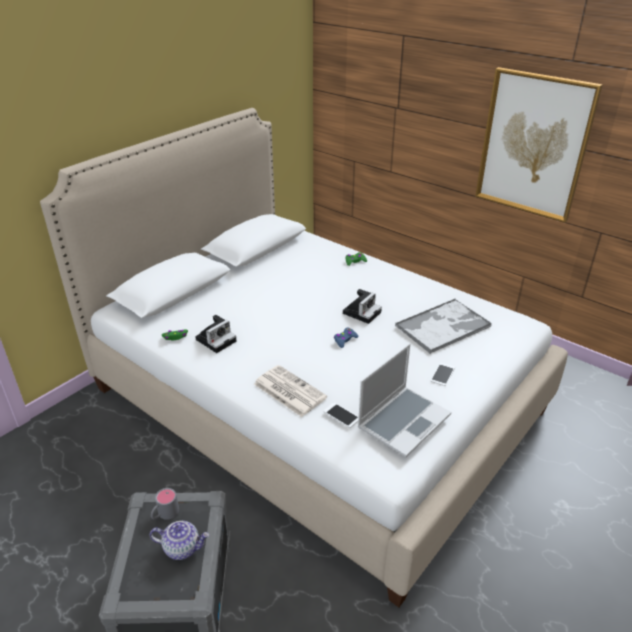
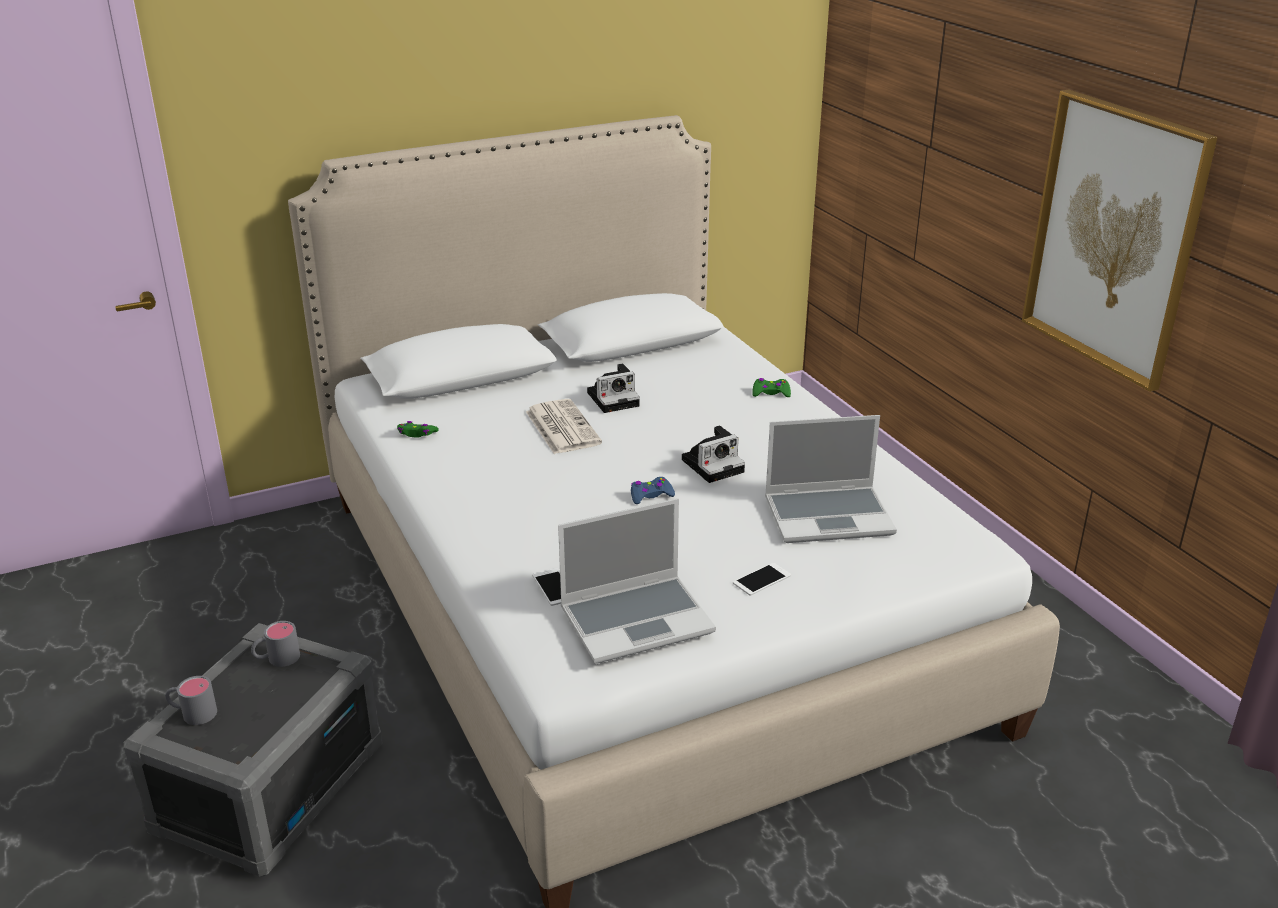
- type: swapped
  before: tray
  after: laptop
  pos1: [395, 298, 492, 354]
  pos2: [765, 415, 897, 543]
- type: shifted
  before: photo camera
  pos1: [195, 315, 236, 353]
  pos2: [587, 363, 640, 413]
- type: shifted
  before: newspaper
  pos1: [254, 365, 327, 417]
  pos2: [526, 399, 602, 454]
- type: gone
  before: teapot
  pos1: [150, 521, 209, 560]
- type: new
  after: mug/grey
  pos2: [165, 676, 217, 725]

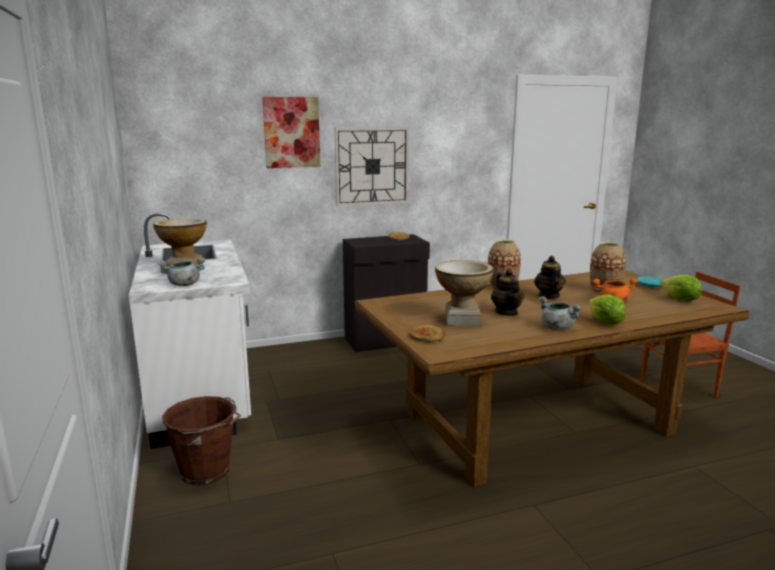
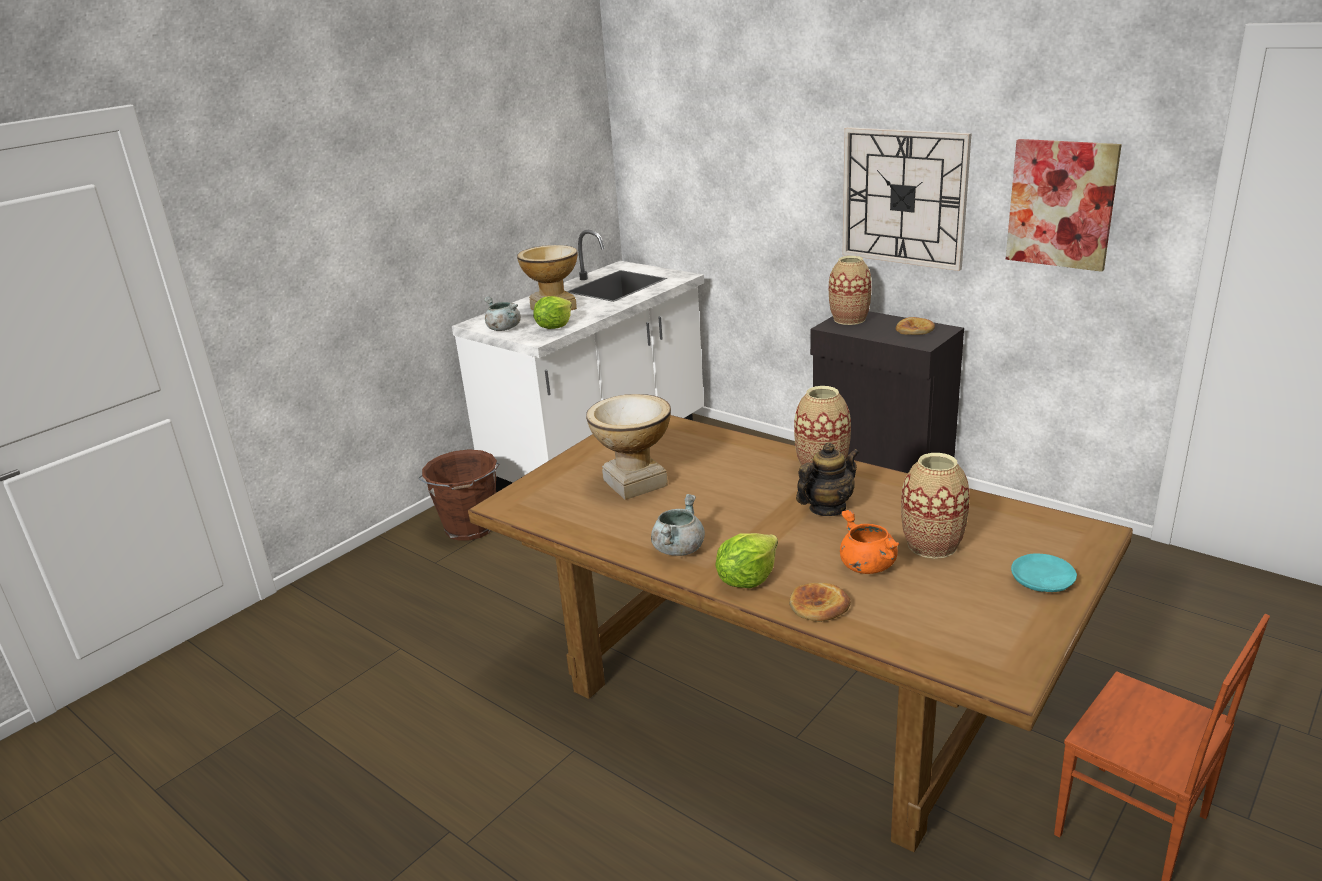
- type: shifted
  before: picture
  pos1: [262, 97, 320, 168]
  pos2: [1006, 139, 1122, 272]
- type: gone
  before: teapot
  pos1: [491, 269, 524, 316]
- type: shifted
  before: lettuce
  pos1: [660, 274, 702, 301]
  pos2: [533, 296, 572, 329]
- type: shifted
  before: bread
  pos1: [409, 325, 446, 342]
  pos2: [789, 583, 851, 622]
- type: new
  after: vase
  pos2: [829, 256, 872, 325]

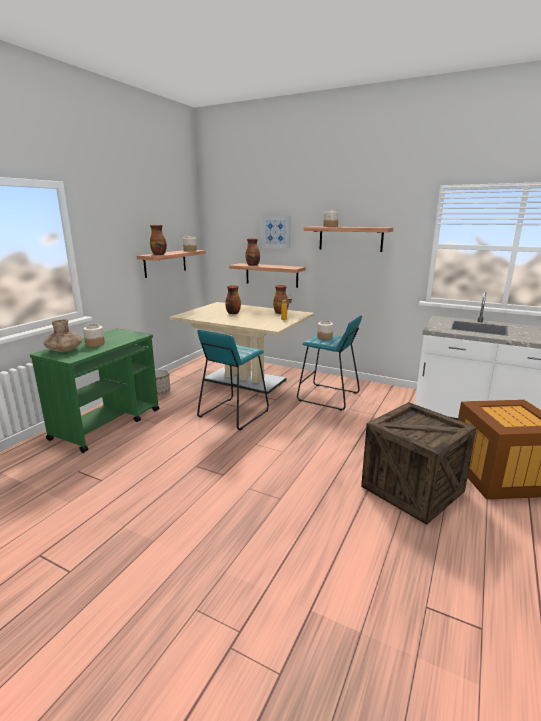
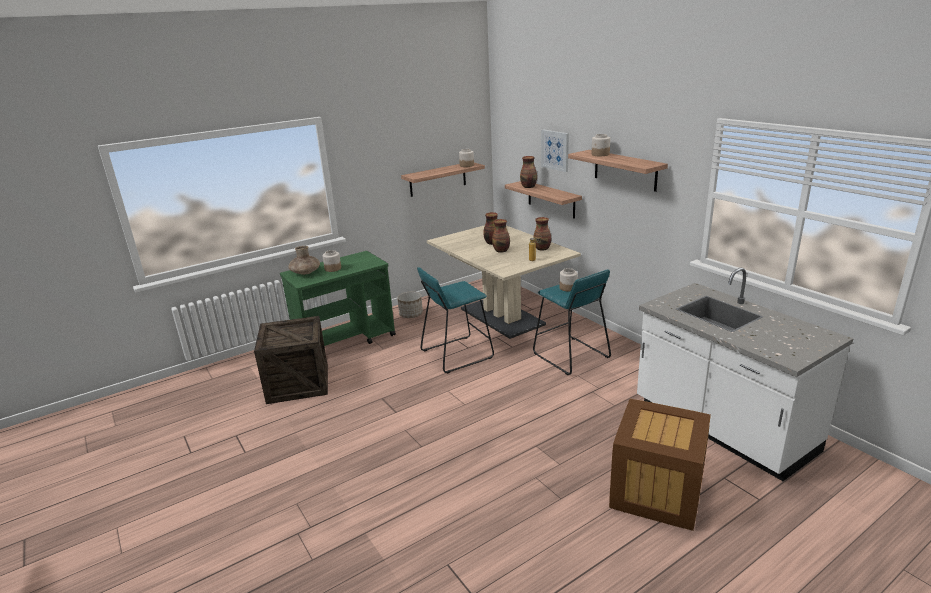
- type: shifted
  before: vase
  pos1: [150, 225, 167, 255]
  pos2: [492, 219, 510, 253]
- type: shifted
  before: crate
  pos1: [361, 402, 477, 525]
  pos2: [254, 316, 328, 404]

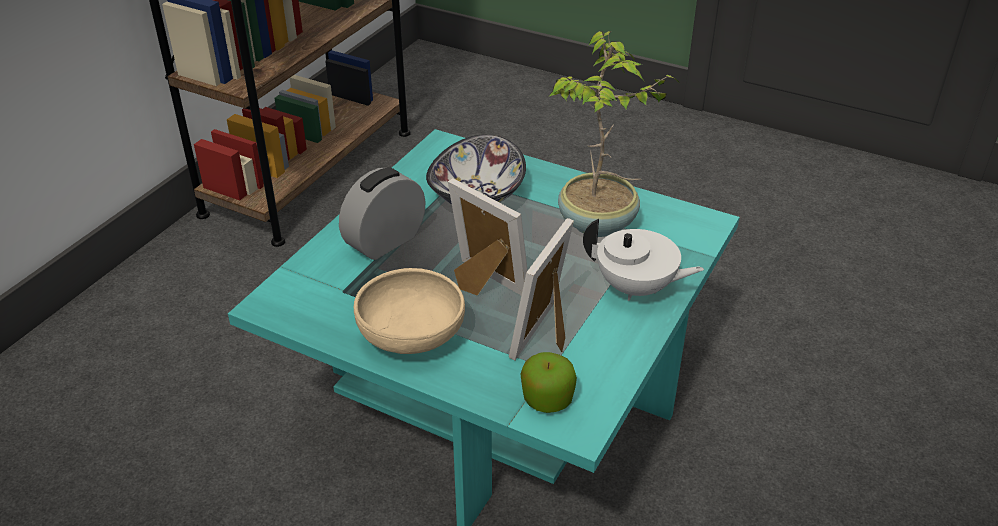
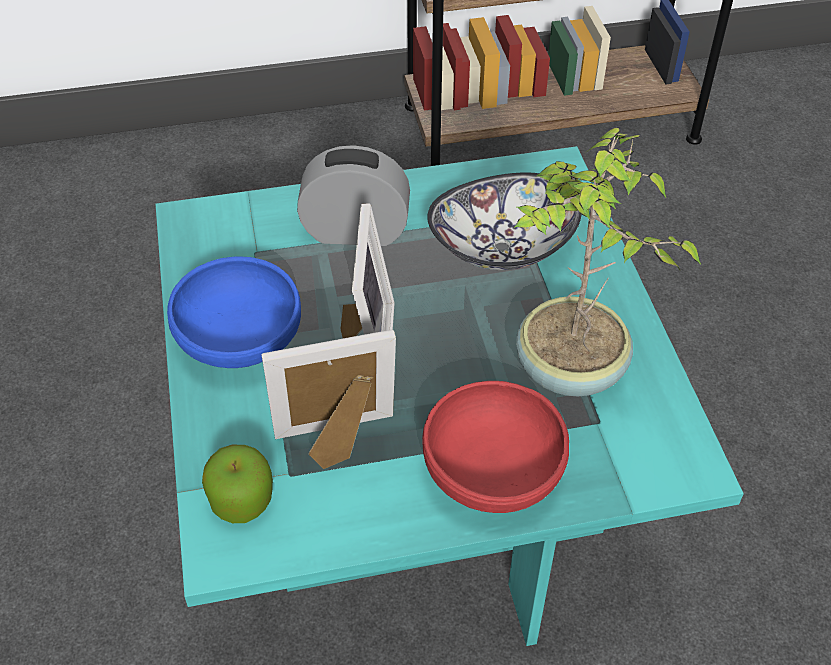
- type: swapped
  before: teapot/white
  after: bowl/red
  pos1: [583, 219, 704, 301]
  pos2: [422, 381, 569, 513]
- type: repainted
  before: bowl/beige
  after: bowl/blue
  pos1: [354, 268, 465, 354]
  pos2: [167, 256, 301, 368]

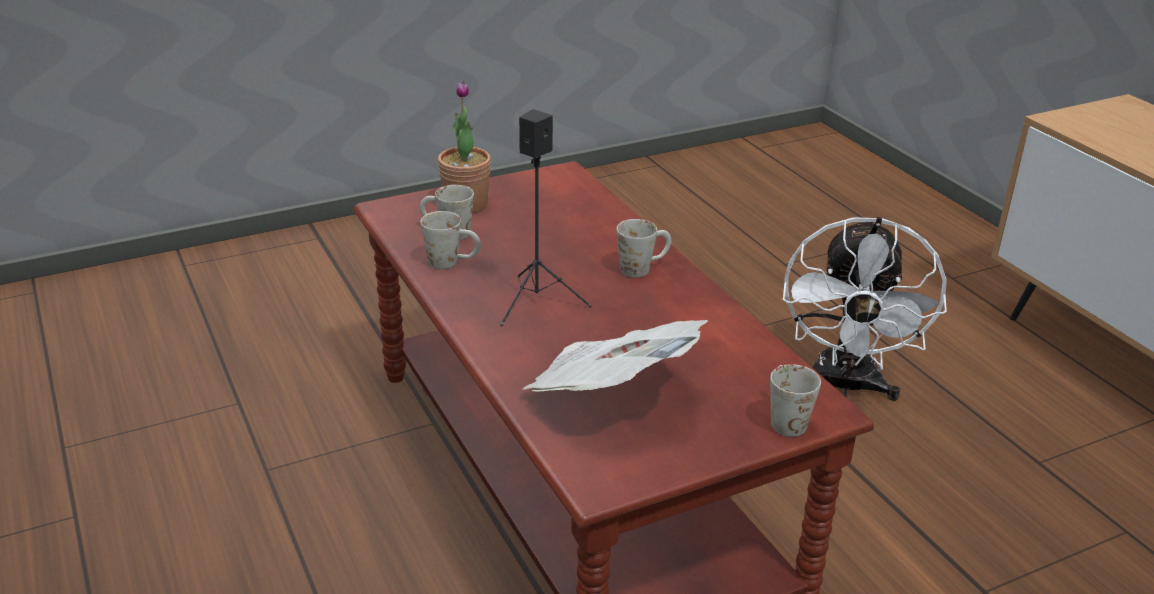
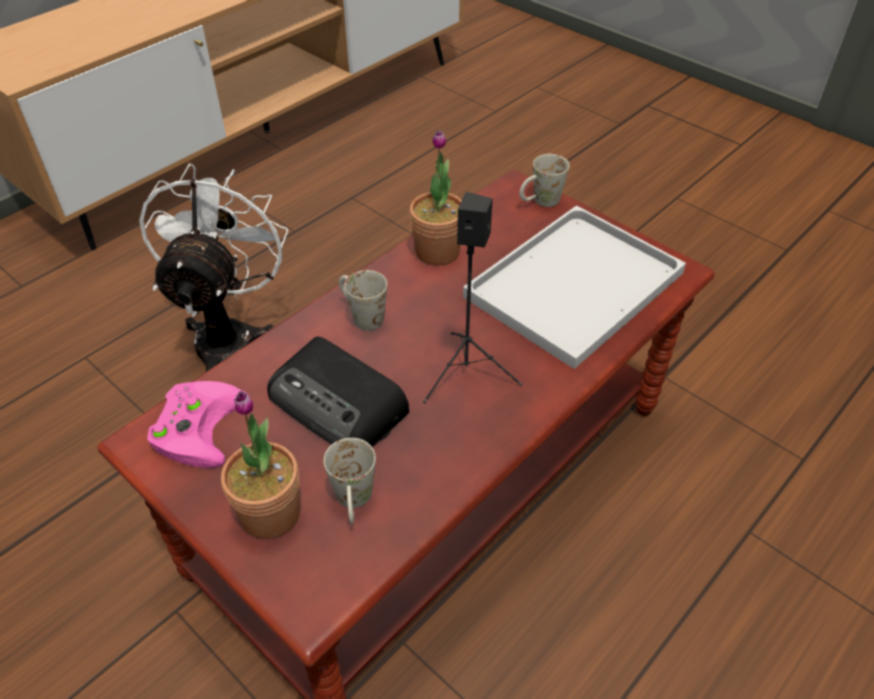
- type: gone
  before: mug/white
  pos1: [420, 211, 481, 269]
- type: rotated
  before: fan/white
  pos1: [783, 217, 947, 401]
  pos2: [139, 164, 288, 372]
  turn: -75
- type: swapped
  before: newspaper
  after: tray/white
  pos1: [523, 320, 708, 392]
  pos2: [463, 205, 686, 369]
- type: new
  after: potted plant
  pos2: [409, 130, 462, 265]
- type: new
  after: radio
  pos2: [267, 337, 409, 447]
- type: new
  after: game controller/pink
  pos2: [147, 381, 250, 468]

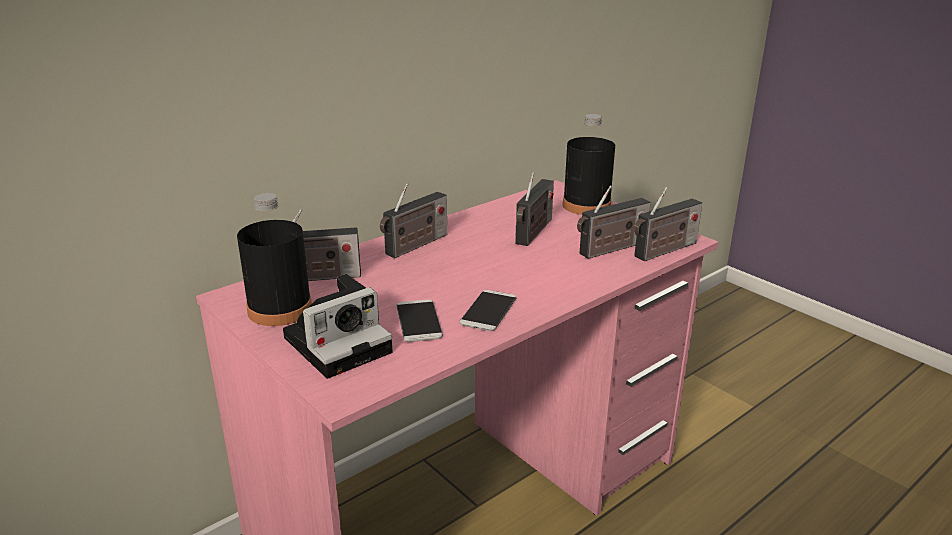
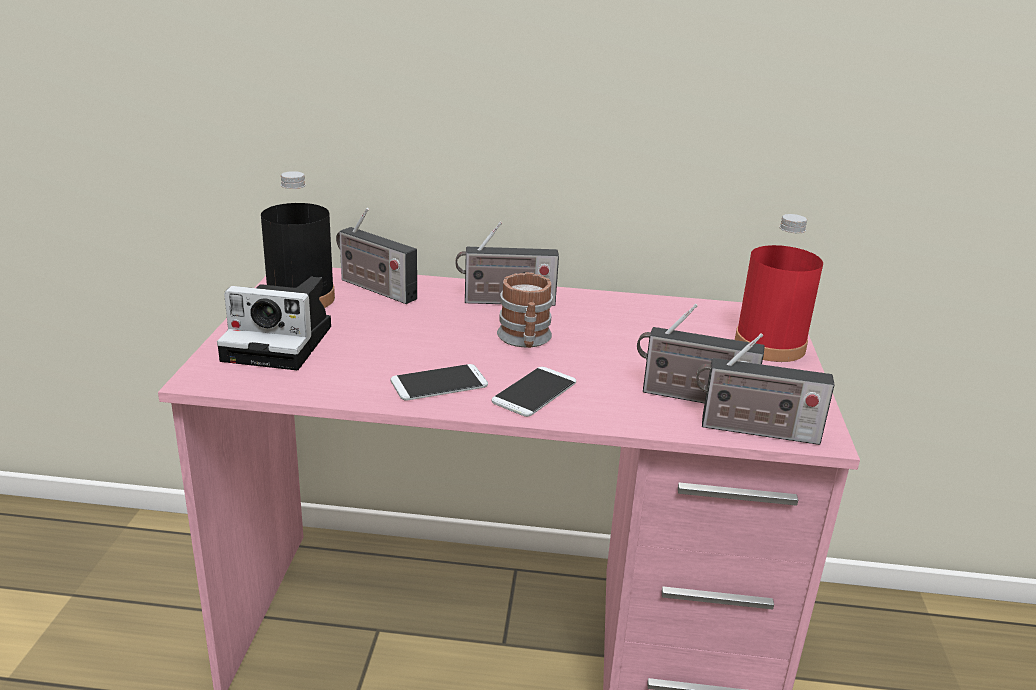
- type: repainted
  before: bottle/black
  after: bottle/red
  pos1: [563, 114, 615, 215]
  pos2: [735, 214, 823, 362]
- type: gone
  before: radio
  pos1: [515, 172, 554, 246]
- type: shifted
  before: phone
  pos1: [397, 299, 443, 342]
  pos2: [492, 367, 576, 417]
- type: new
  after: mug
  pos2: [497, 272, 553, 348]

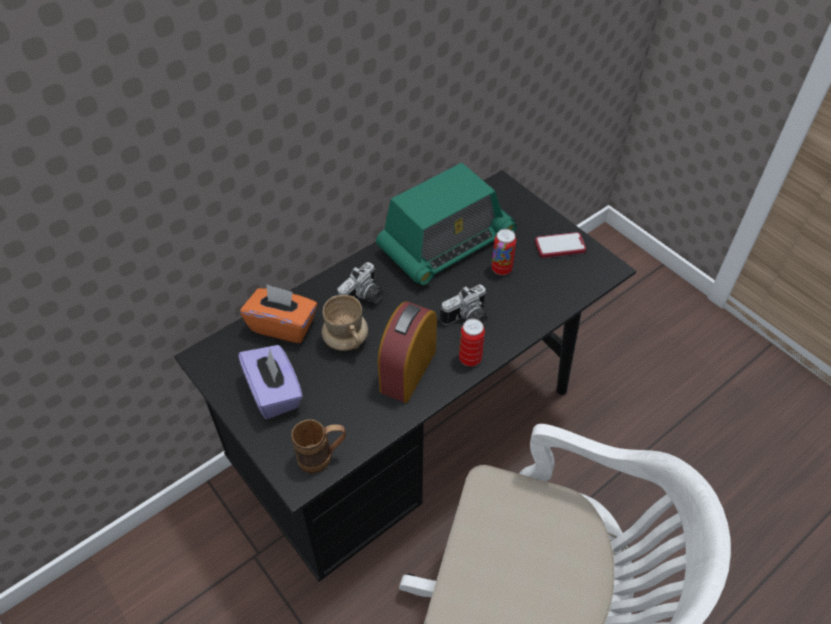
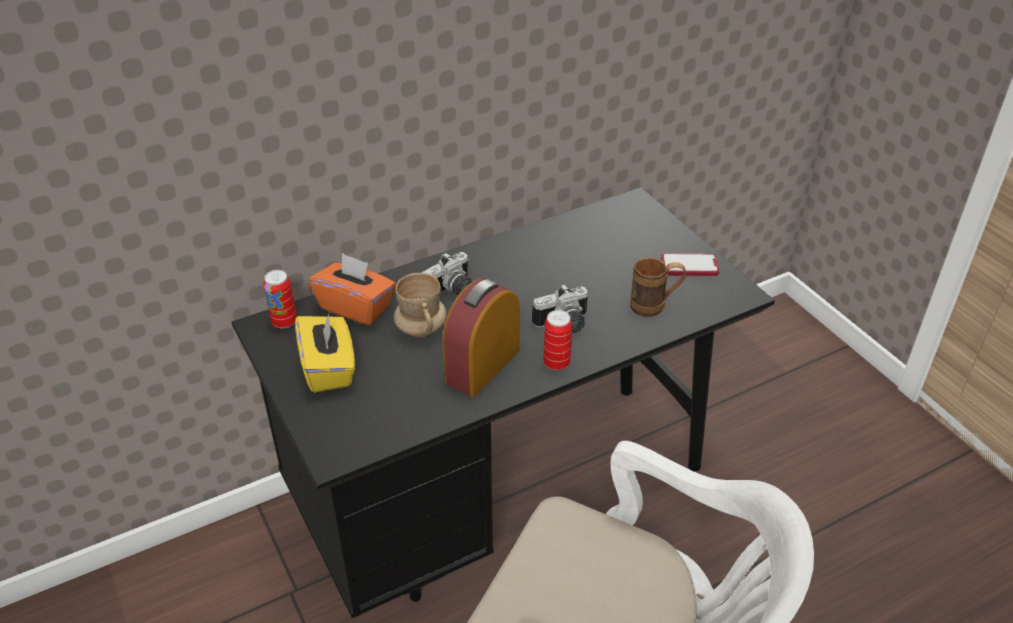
- type: gone
  before: radio
  pos1: [376, 163, 517, 285]
- type: shifted
  before: can
  pos1: [491, 229, 516, 275]
  pos2: [264, 270, 297, 329]
- type: repainted
  before: tissue box/purple
  after: tissue box/yellow
  pos1: [238, 345, 303, 419]
  pos2: [295, 313, 355, 393]
- type: shifted
  before: mug/brown
  pos1: [291, 419, 346, 474]
  pos2: [630, 257, 687, 317]

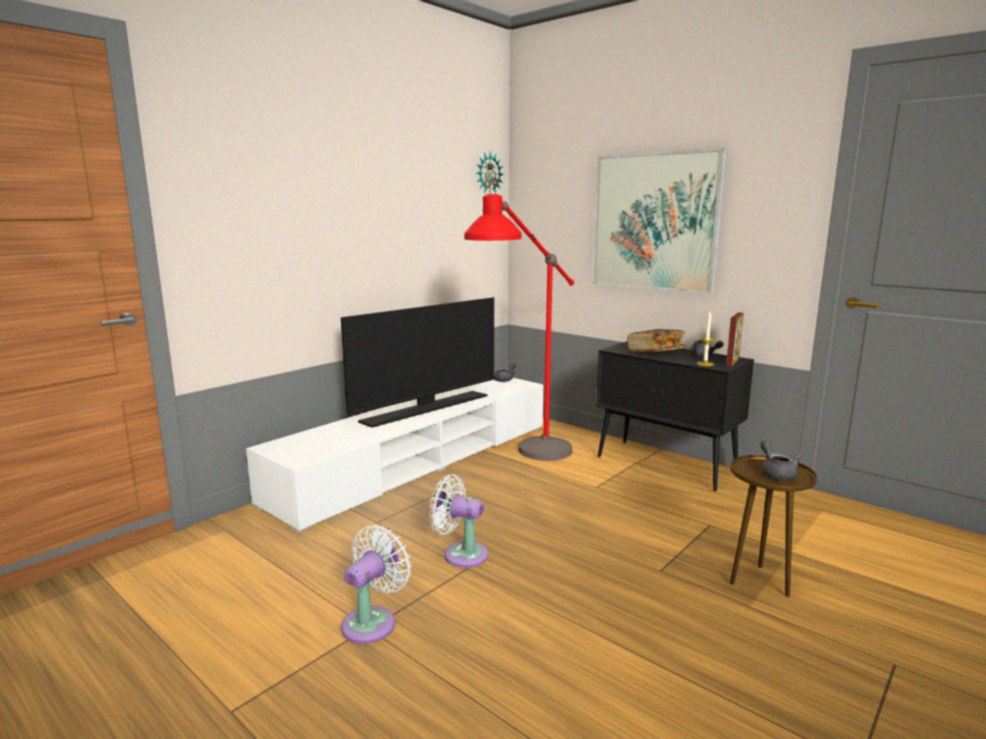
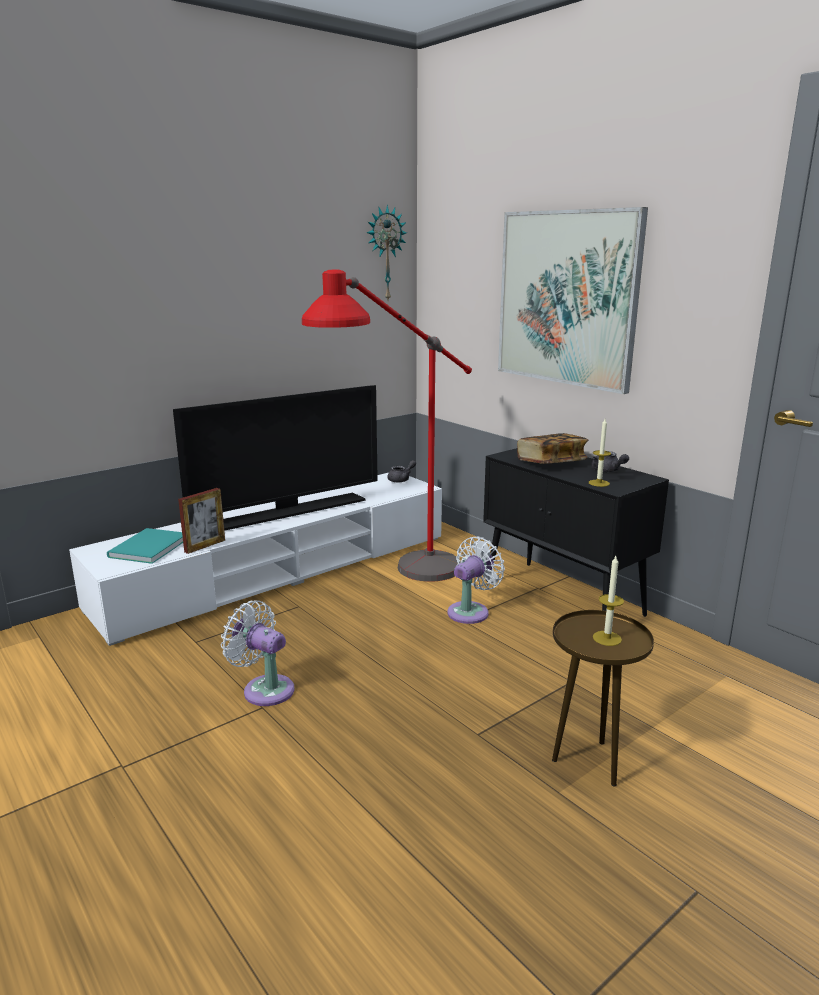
- type: shifted
  before: picture frame
  pos1: [726, 312, 744, 367]
  pos2: [178, 488, 225, 554]
- type: swapped
  before: teapot/grey
  after: candle
  pos1: [761, 441, 801, 481]
  pos2: [593, 556, 624, 646]
- type: shifted
  before: fan/white
  pos1: [341, 525, 412, 644]
  pos2: [447, 536, 505, 624]
- type: new
  after: book/turquoise
  pos2: [107, 528, 183, 564]

